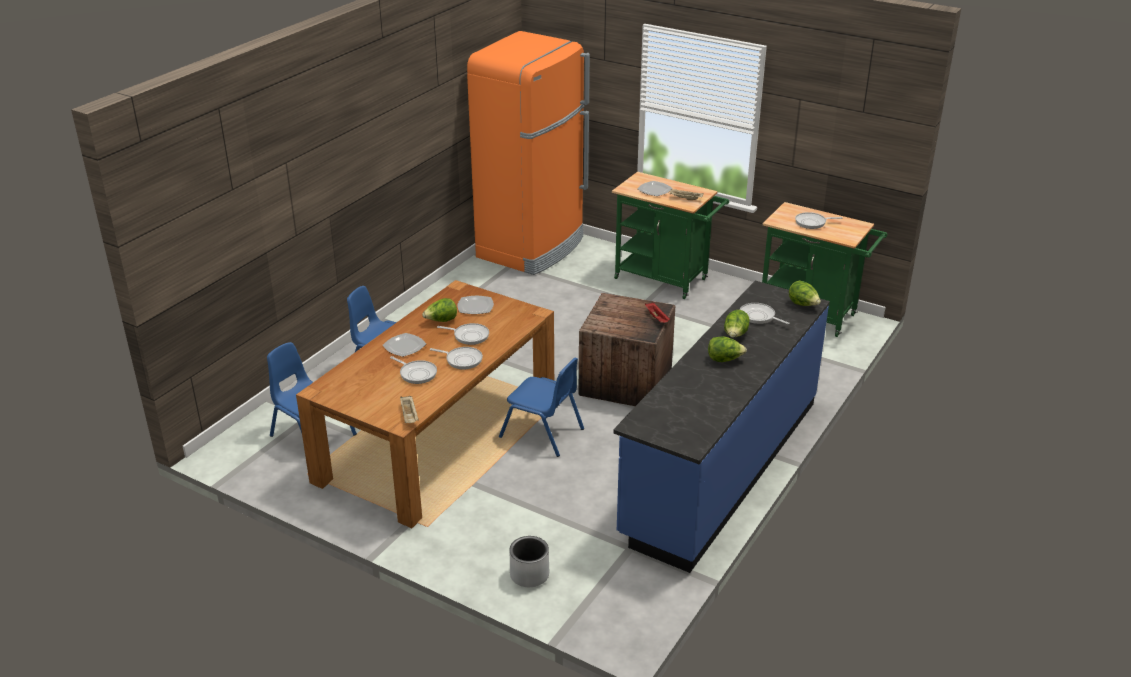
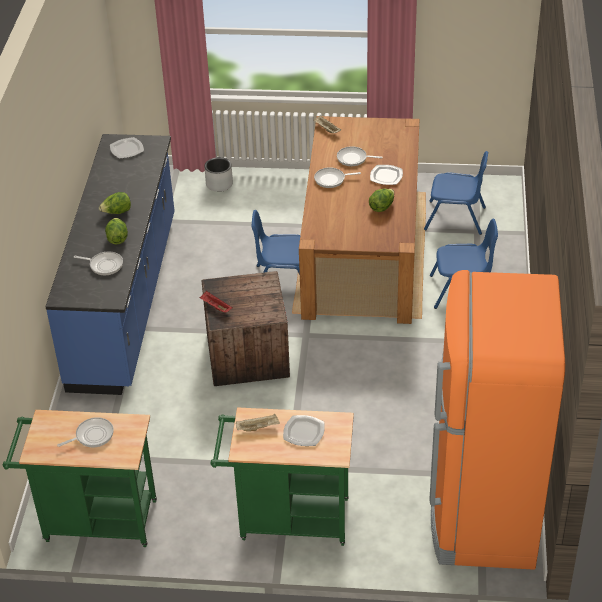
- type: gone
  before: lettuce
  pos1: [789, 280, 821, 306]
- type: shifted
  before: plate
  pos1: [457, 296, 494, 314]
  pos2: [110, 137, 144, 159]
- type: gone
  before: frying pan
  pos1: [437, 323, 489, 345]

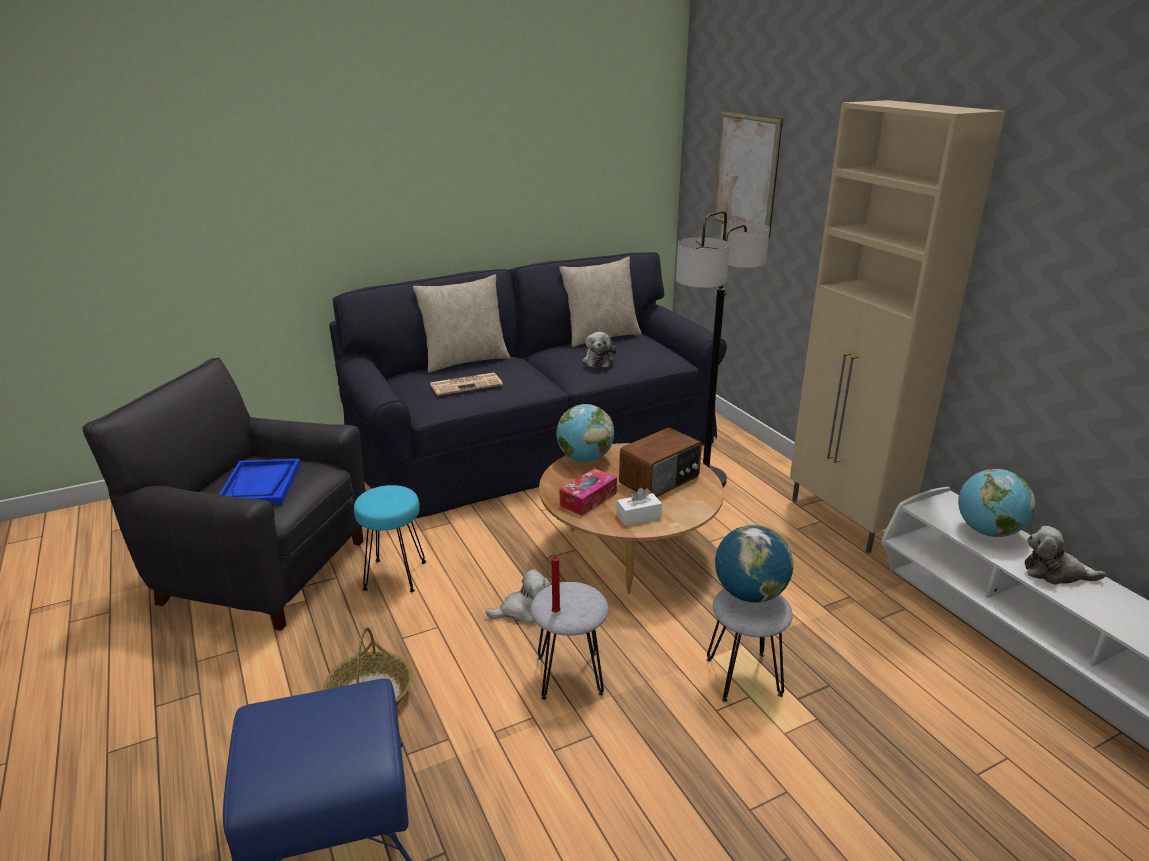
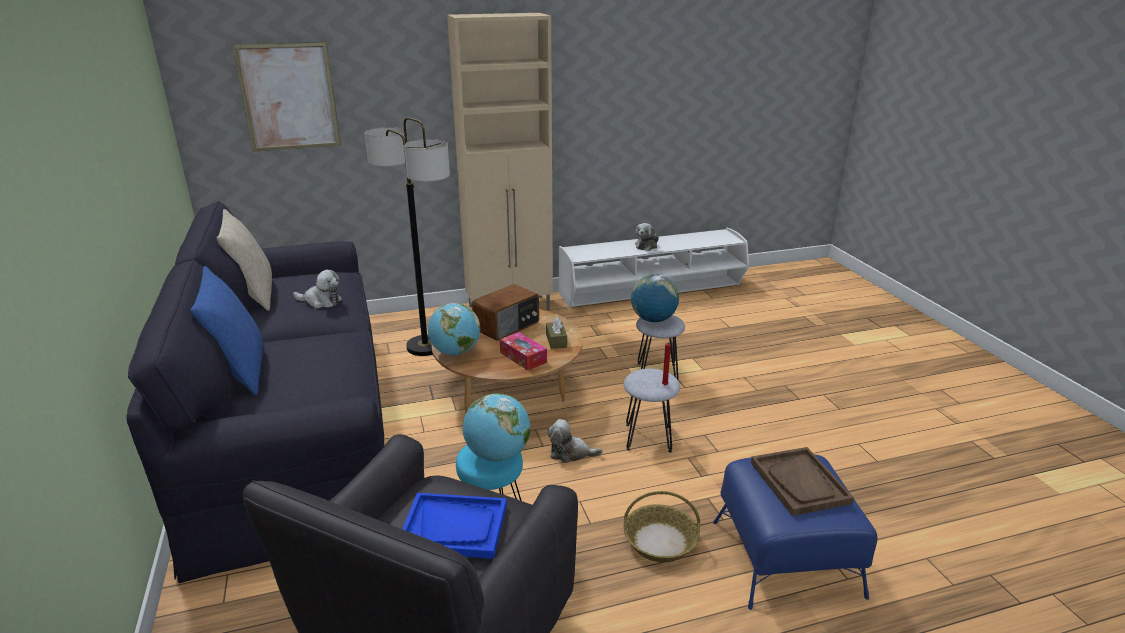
- type: repainted
  before: pillow/beige
  after: pillow/blue
  pos1: [413, 274, 510, 373]
  pos2: [190, 266, 263, 395]
- type: gone
  before: newspaper
  pos1: [430, 373, 503, 396]
- type: rotated
  before: radio
  pos1: [619, 427, 702, 497]
  pos2: [472, 284, 539, 341]
  turn: 75
- type: shifted
  before: globe
  pos1: [958, 469, 1035, 537]
  pos2: [463, 393, 530, 462]
- type: repainted
  before: tissue box/white
  after: tissue box/brown
  pos1: [616, 488, 662, 525]
  pos2: [546, 317, 567, 349]
- type: rotated
  before: plush toy
  pos1: [485, 569, 551, 623]
  pos2: [547, 419, 603, 463]
  turn: -75
- type: new
  after: tray/brown
  pos2: [751, 447, 854, 516]

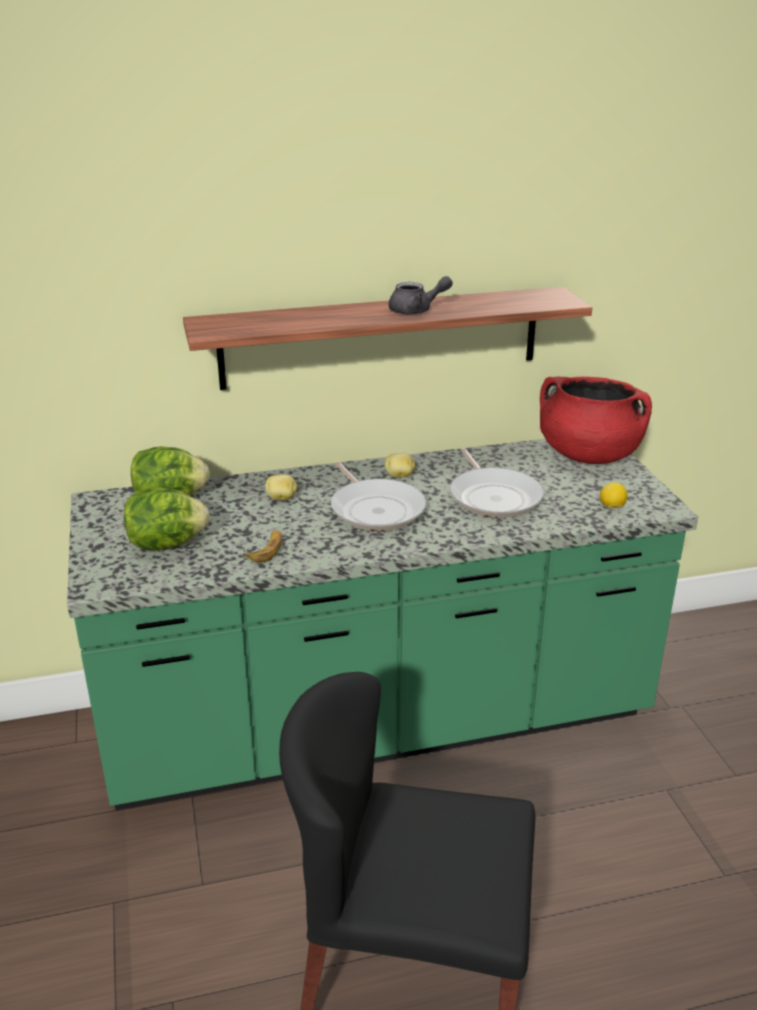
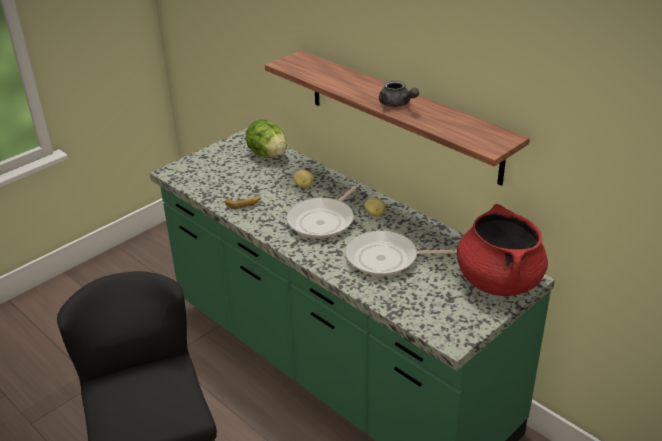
- type: rotated
  before: frying pan
  pos1: [450, 448, 544, 518]
  pos2: [345, 230, 457, 276]
  turn: 45
- type: gone
  before: lemon
  pos1: [600, 482, 627, 508]
- type: gone
  before: lettuce
  pos1: [124, 488, 210, 550]

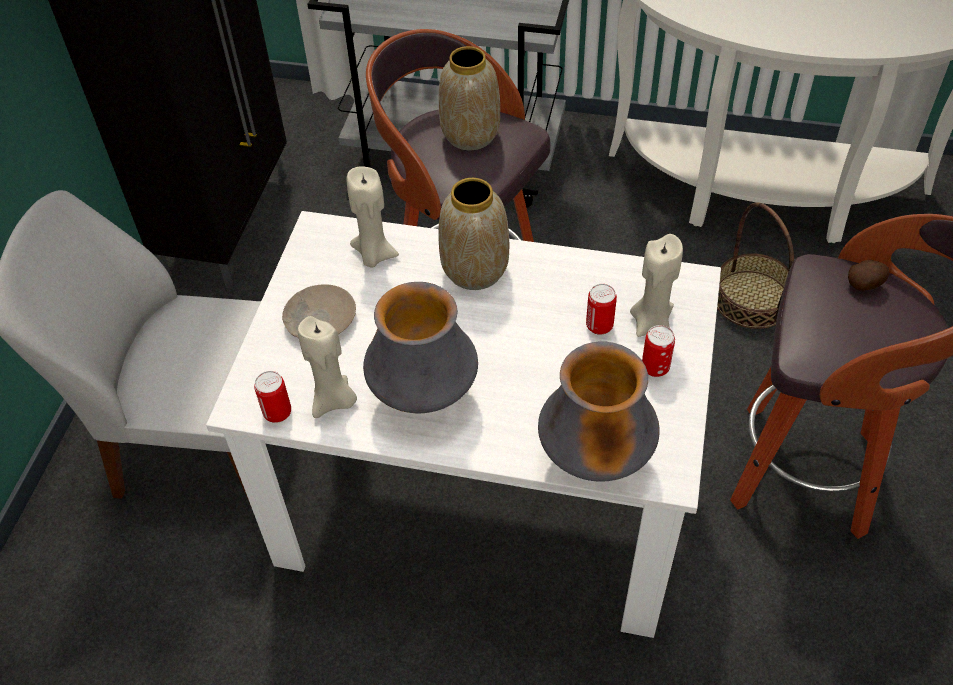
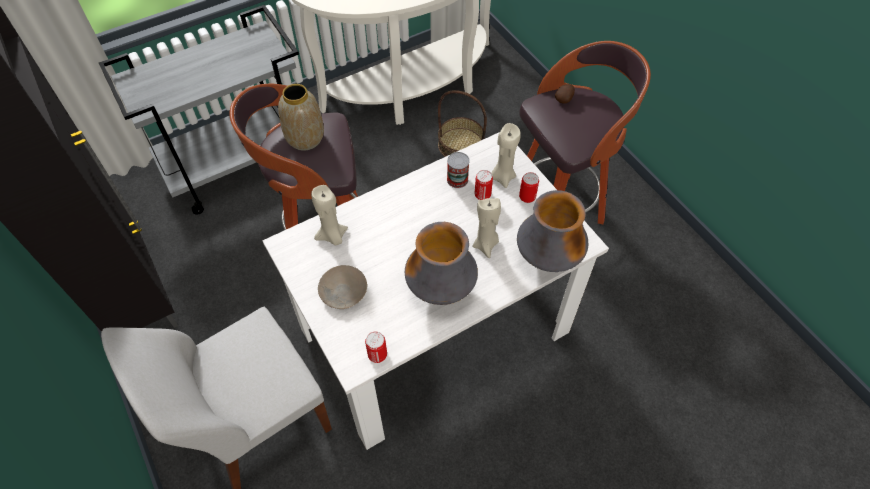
- type: gone
  before: vase
  pos1: [438, 178, 509, 290]
- type: shifted
  before: candle/beige
  pos1: [298, 316, 357, 418]
  pos2: [472, 198, 501, 258]
- type: new
  after: can
  pos2: [447, 152, 470, 188]

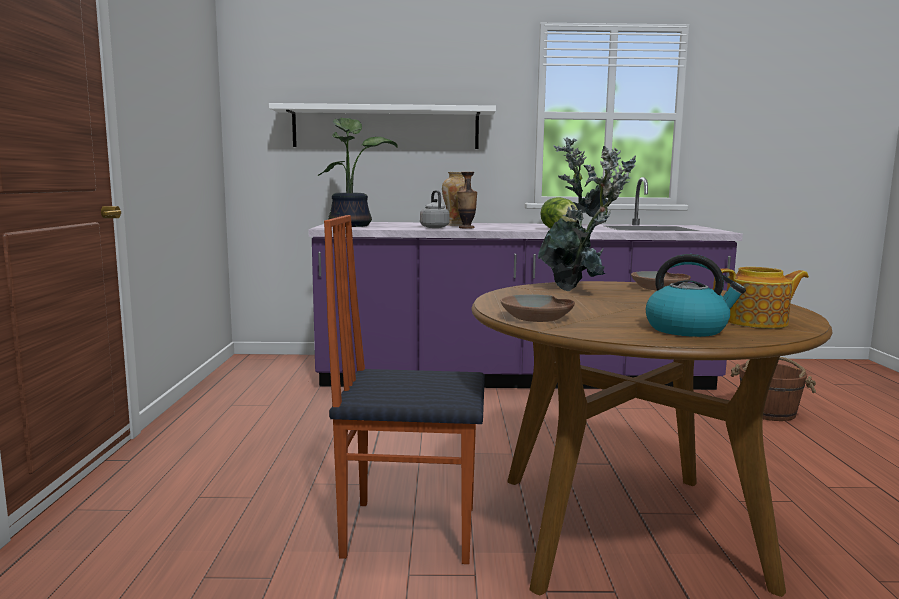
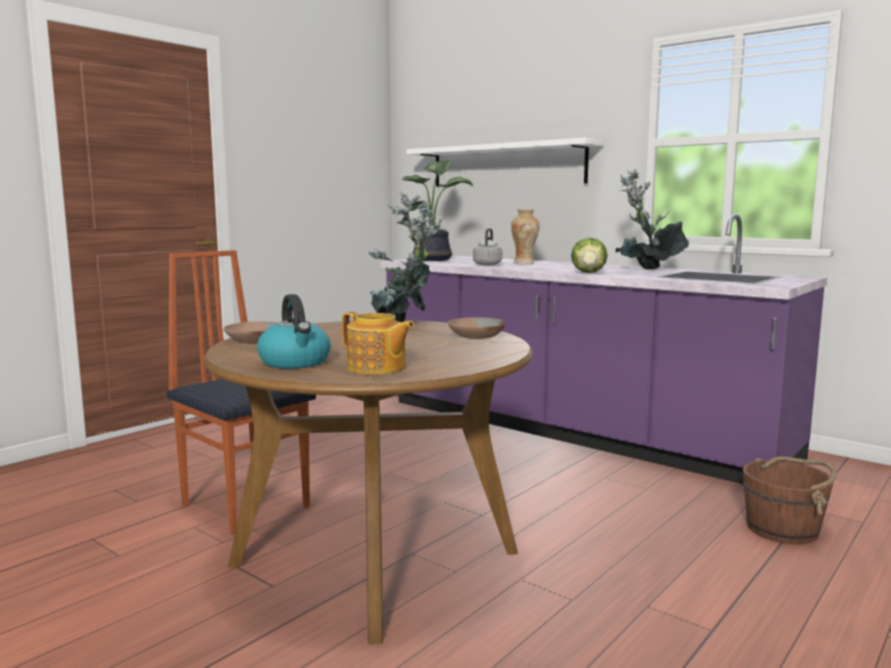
- type: gone
  before: vase
  pos1: [457, 172, 477, 229]

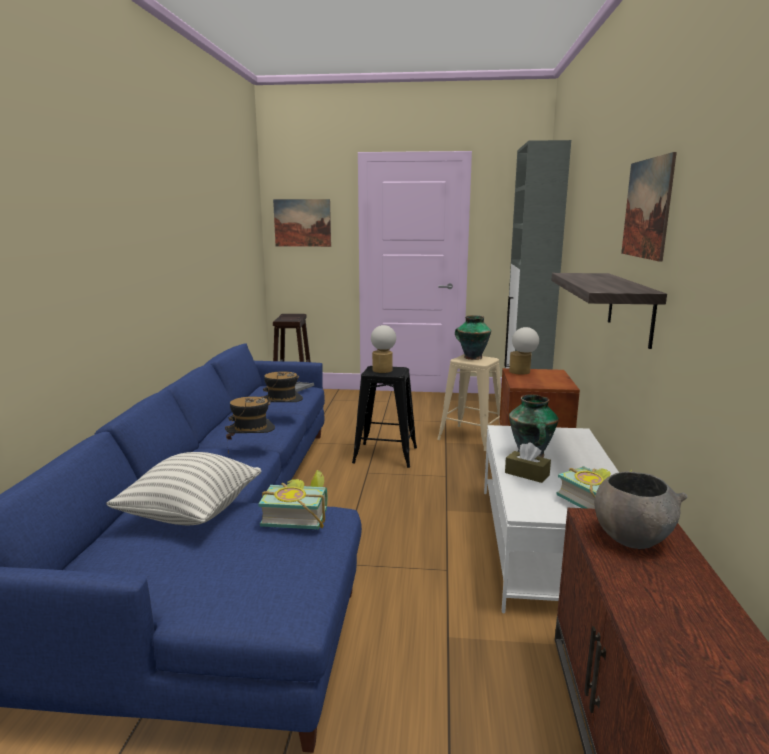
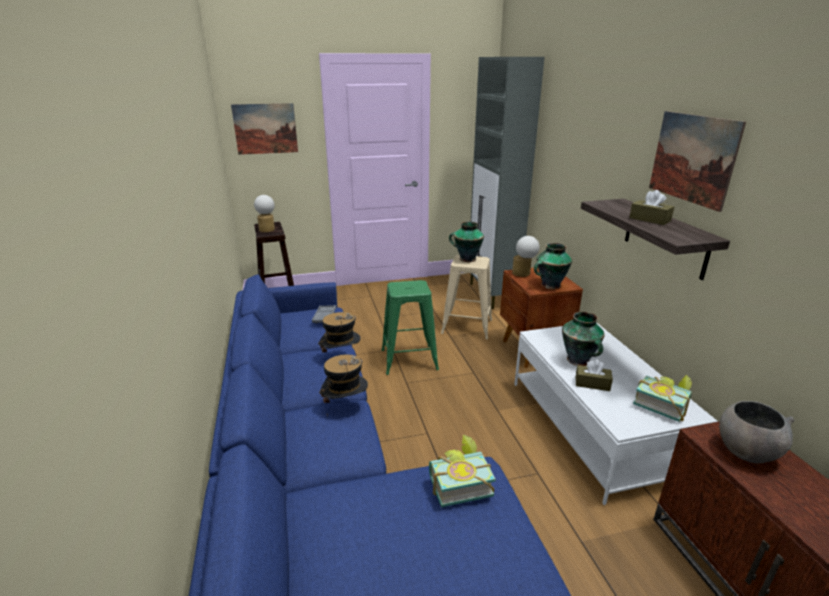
- type: shifted
  before: table lamp
  pos1: [371, 325, 396, 373]
  pos2: [254, 195, 275, 232]
- type: repainted
  before: stool/black
  after: stool/green
  pos1: [352, 366, 417, 468]
  pos2: [381, 280, 439, 375]
- type: gone
  before: pillow
  pos1: [106, 452, 261, 525]
- type: new
  after: tissue box/brown
  pos2: [629, 190, 674, 225]
- type: new
  after: vase
  pos2: [534, 243, 572, 289]

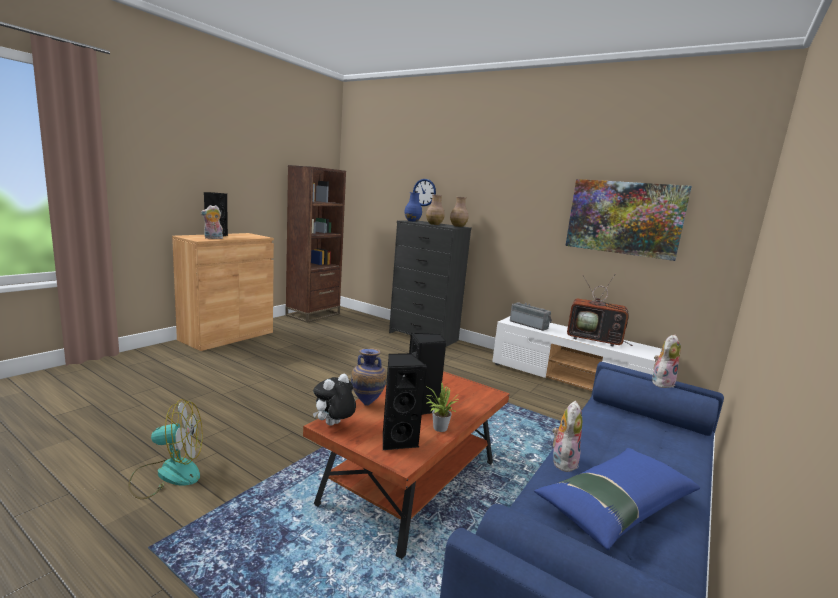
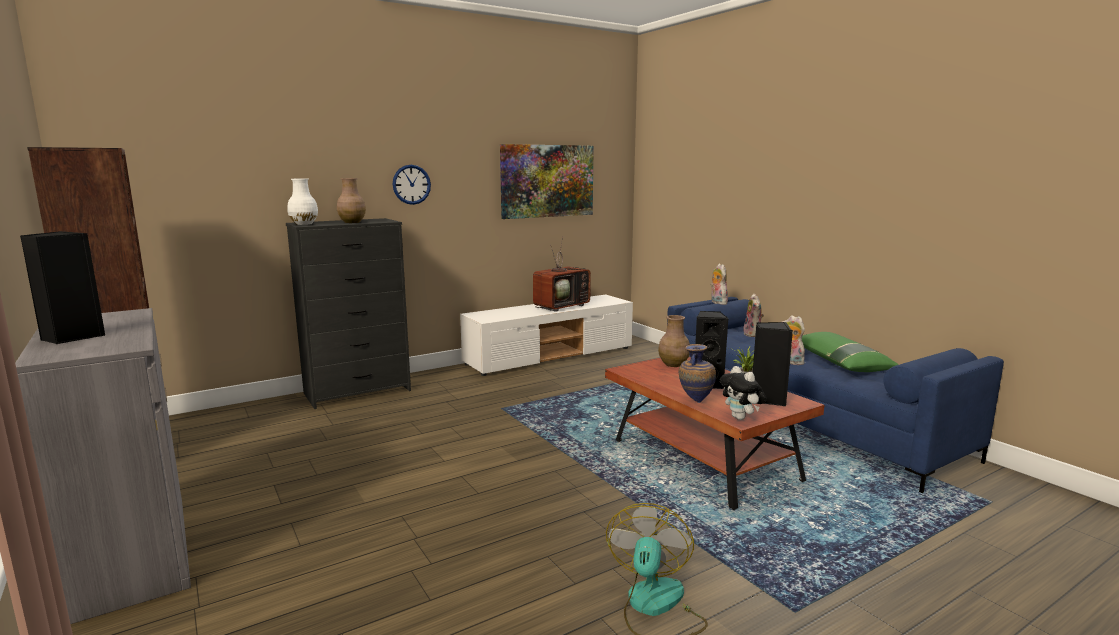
- type: shifted
  before: wall clock
  pos1: [413, 179, 436, 206]
  pos2: [393, 165, 431, 205]
- type: repainted
  before: vase/blue
  after: vase/white
  pos1: [404, 192, 422, 222]
  pos2: [287, 179, 318, 225]
- type: shifted
  before: vase/brown
  pos1: [450, 197, 468, 227]
  pos2: [658, 315, 690, 367]
- type: shifted
  before: plush toy
  pos1: [200, 205, 223, 239]
  pos2: [744, 293, 764, 337]
- type: repainted
  before: cabinet/brown
  after: cabinet/grey
  pos1: [172, 233, 274, 351]
  pos2: [15, 308, 191, 624]
- type: gone
  before: radio
  pos1: [510, 302, 552, 331]
- type: repainted
  before: pillow/blue
  after: pillow/green
  pos1: [534, 448, 700, 550]
  pos2: [802, 332, 899, 372]

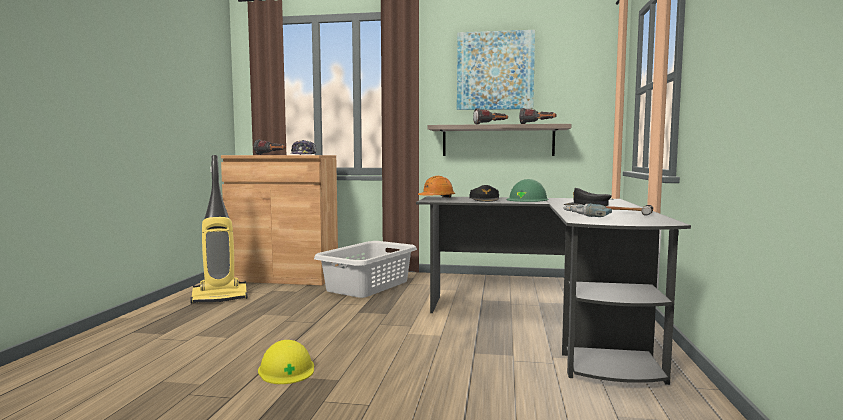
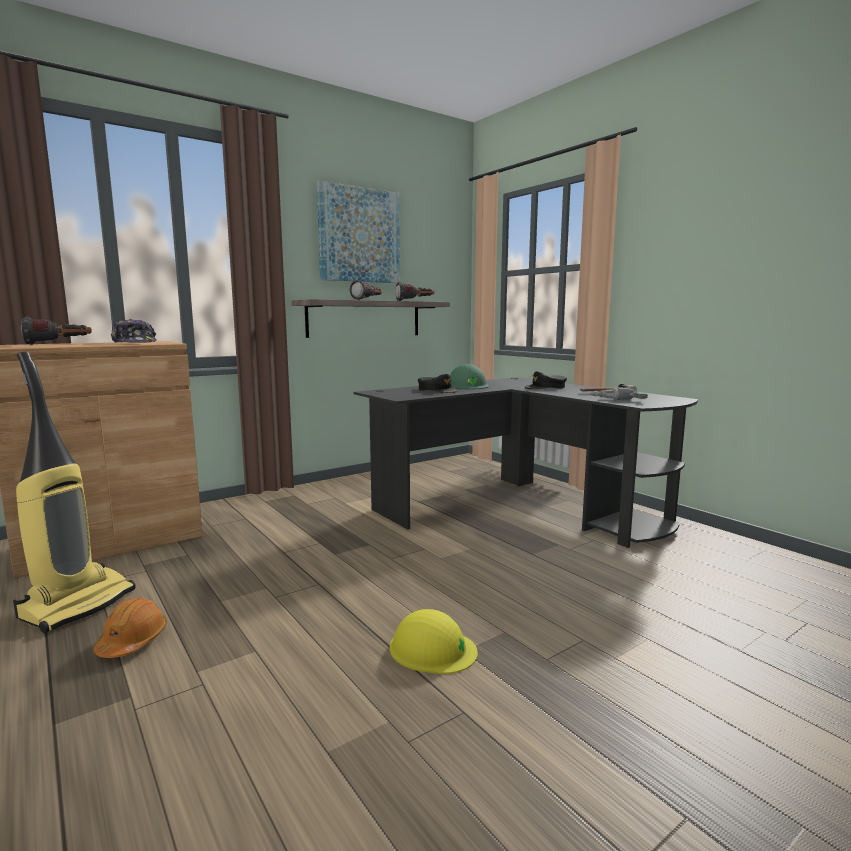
- type: shifted
  before: hard hat/orange
  pos1: [418, 176, 455, 198]
  pos2: [94, 597, 167, 658]
- type: gone
  before: laundry basket/grey
  pos1: [314, 241, 417, 298]

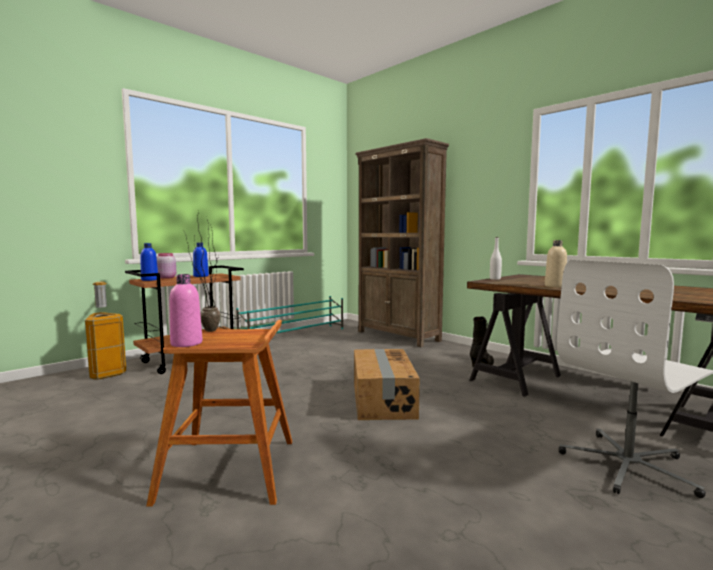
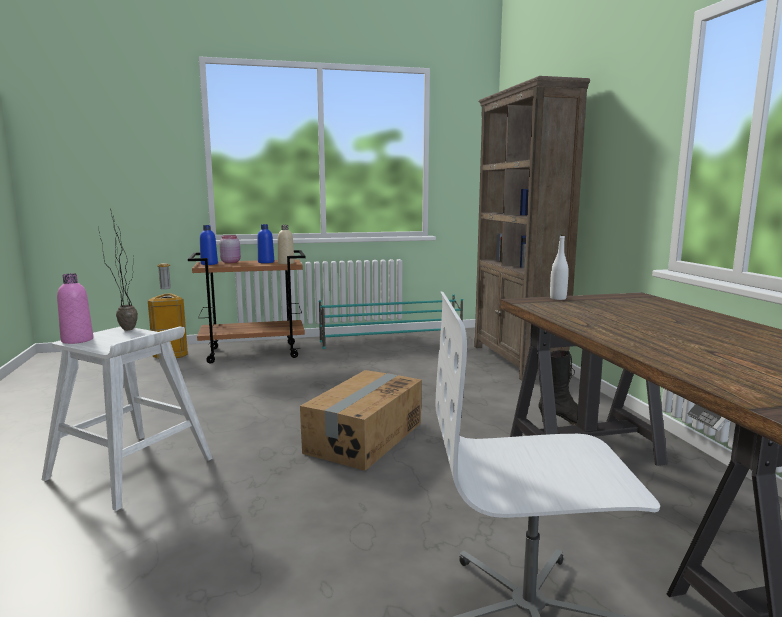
- type: shifted
  before: bottle/beige
  pos1: [545, 240, 567, 288]
  pos2: [278, 225, 295, 264]
- type: repainted
  before: stool/brown
  after: stool/white
  pos1: [146, 320, 292, 507]
  pos2: [42, 327, 213, 511]

